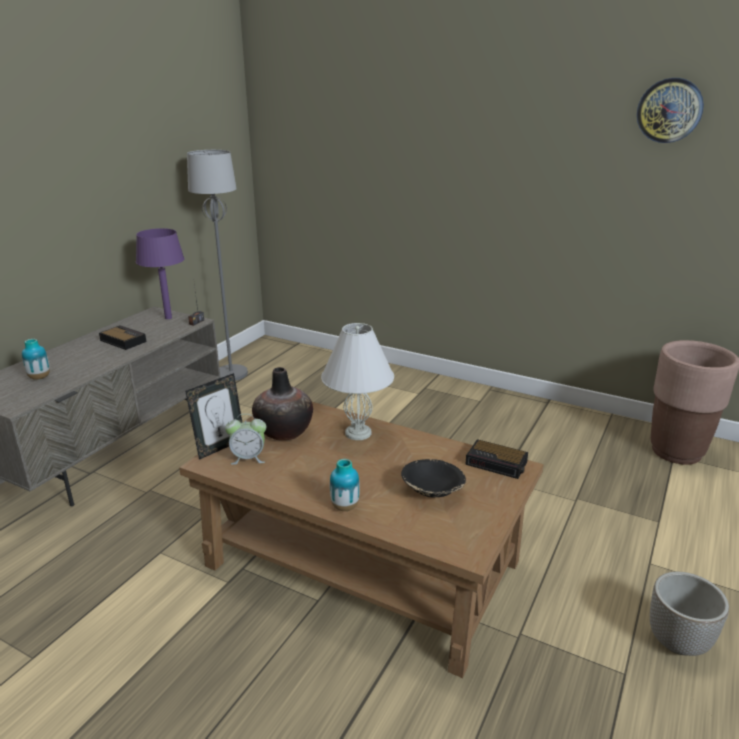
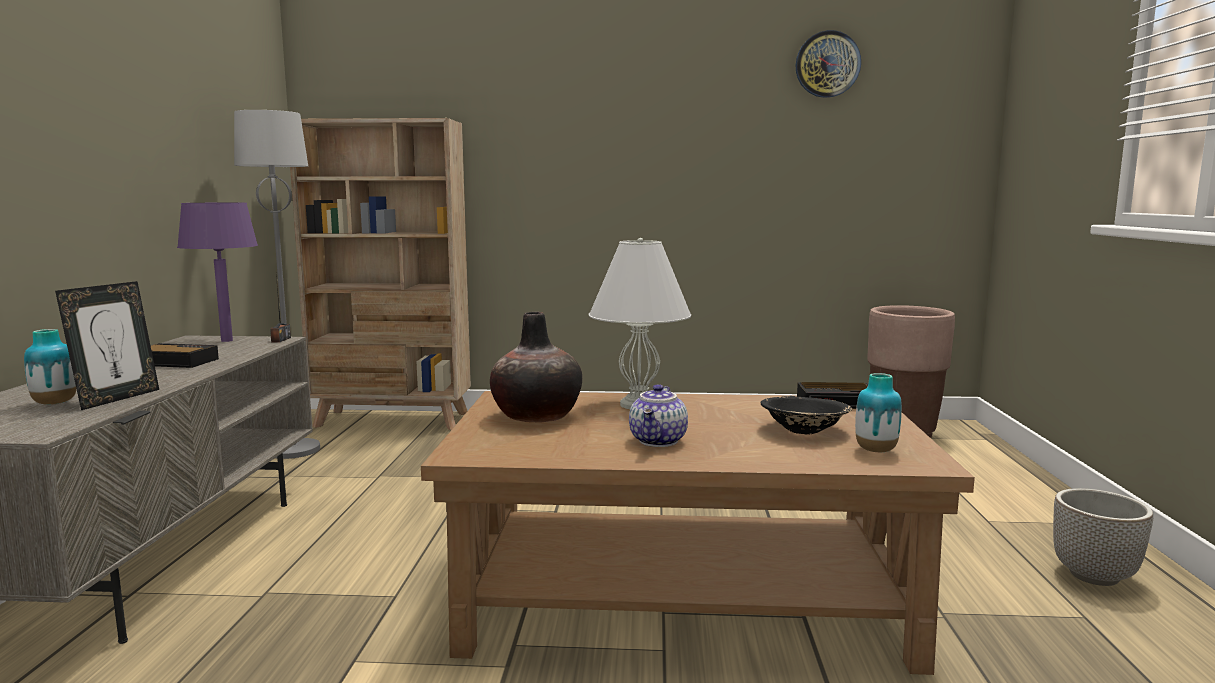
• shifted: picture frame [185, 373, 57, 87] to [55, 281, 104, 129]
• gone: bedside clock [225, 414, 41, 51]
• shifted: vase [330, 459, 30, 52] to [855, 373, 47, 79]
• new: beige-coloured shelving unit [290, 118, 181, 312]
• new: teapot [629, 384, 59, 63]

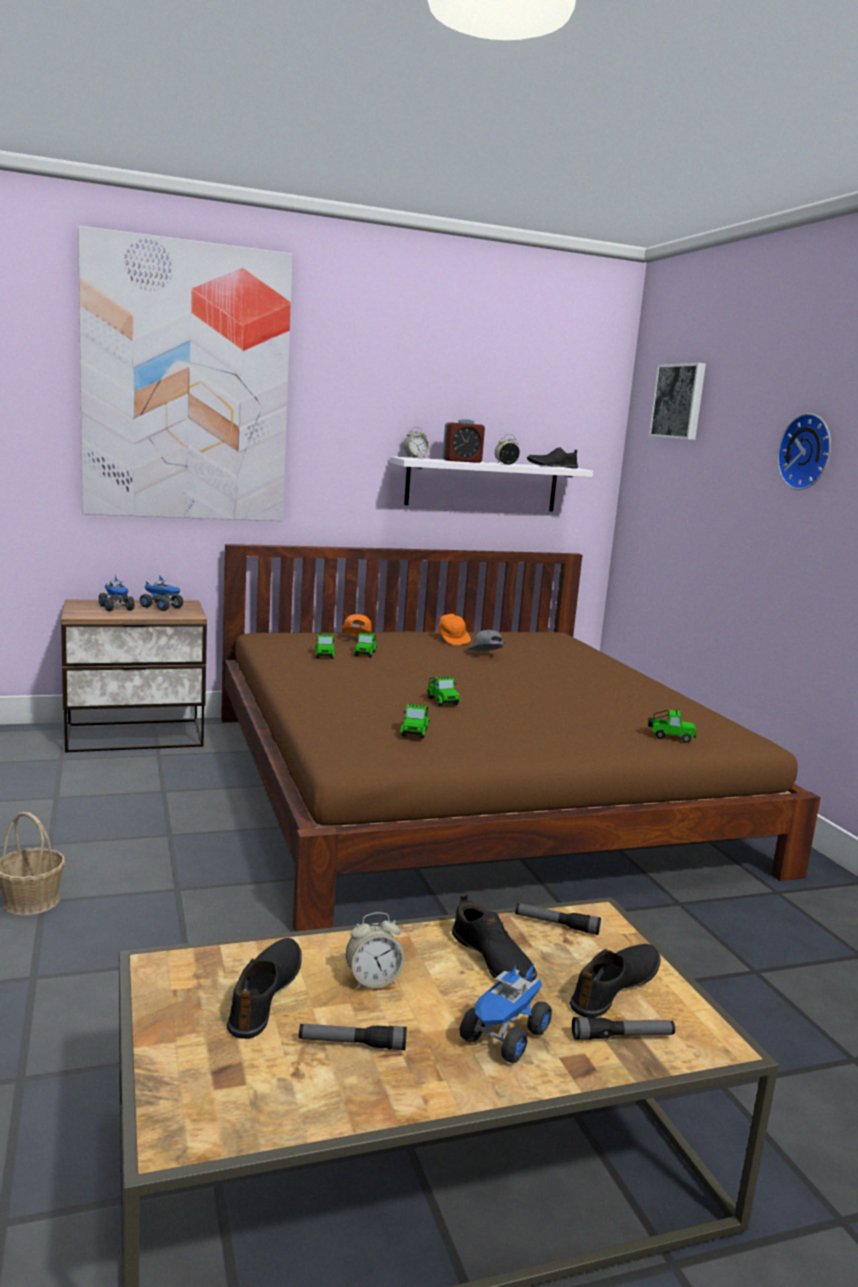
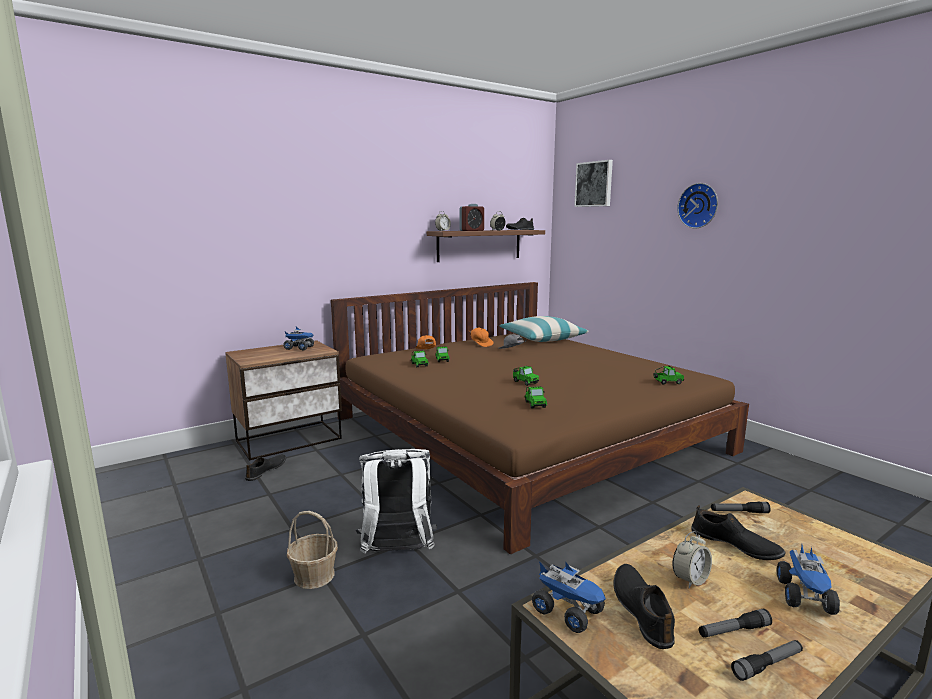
• gone: wall picture [78, 226, 215, 295]
• shifted: toy truck [99, 576, 36, 36] to [532, 561, 74, 72]
• repainted: whitish shelf [390, 456, 203, 56] to brownish shelf [427, 230, 118, 32]
• shifted: blackish shoe [570, 944, 91, 74] to [245, 454, 41, 27]
• shifted: flashlight [572, 1017, 103, 23] to [731, 640, 72, 41]
• new: whitish rucksack [356, 449, 81, 105]
• new: cushion [499, 316, 90, 26]

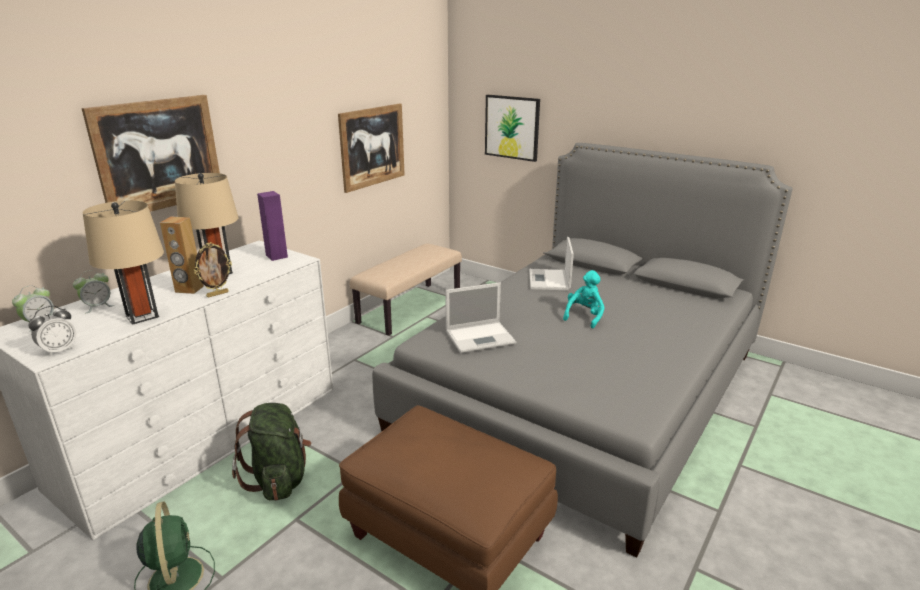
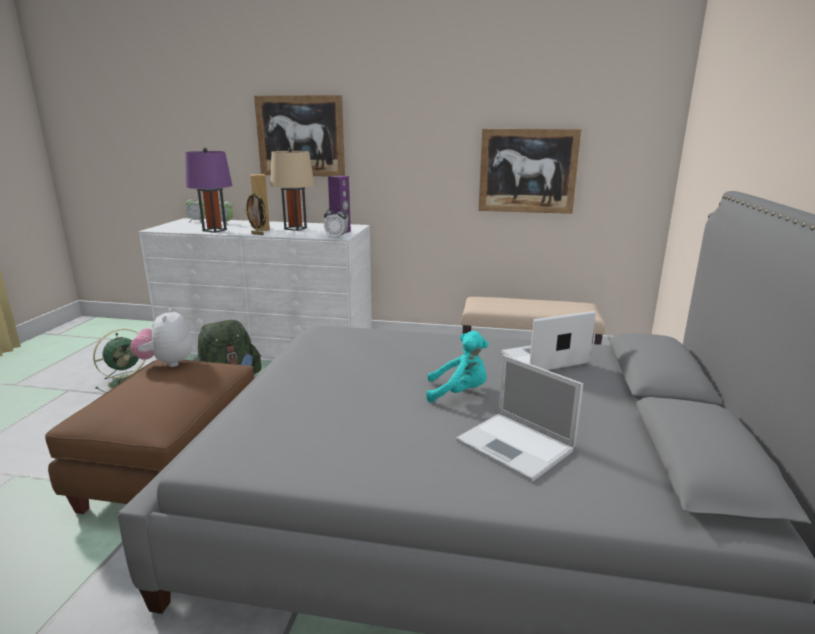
• shifted: bedside clock [28, 306, 49, 51] to [324, 206, 24, 32]
• repainted: beige-coloured tabletop lamp [82, 201, 82, 124] to purple tabletop lamp [185, 148, 48, 85]
• shifted: portable computer [445, 282, 71, 71] to [456, 355, 127, 127]
• gone: wall picture [485, 95, 55, 67]
• new: cuddly toy [130, 308, 62, 59]

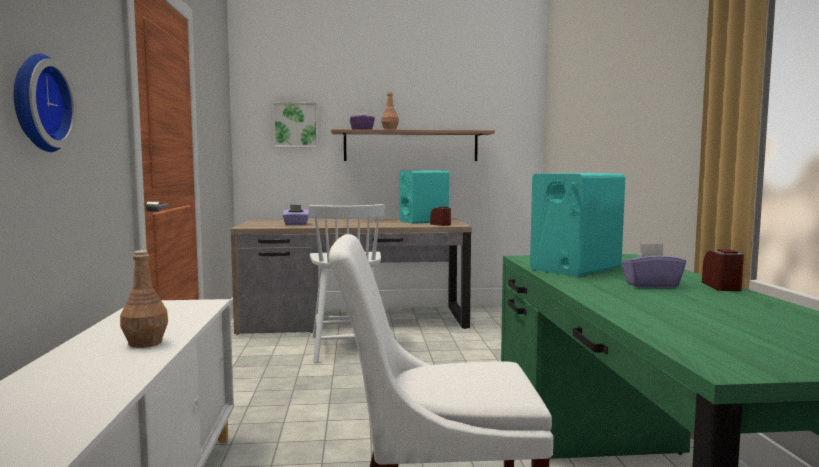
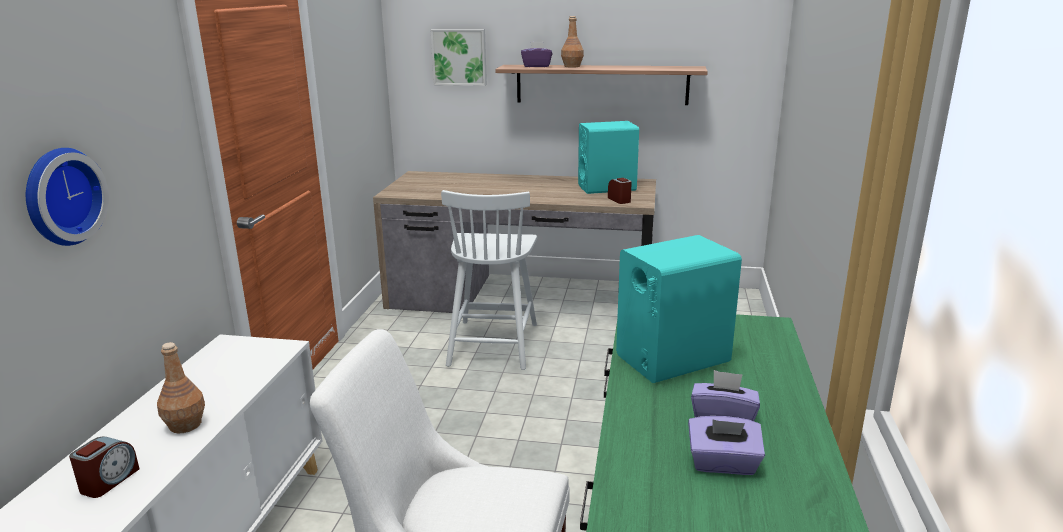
• shifted: purple box of tissues [282, 205, 27, 20] to [688, 416, 77, 59]
• shifted: bedside clock [702, 249, 42, 42] to [69, 436, 71, 62]

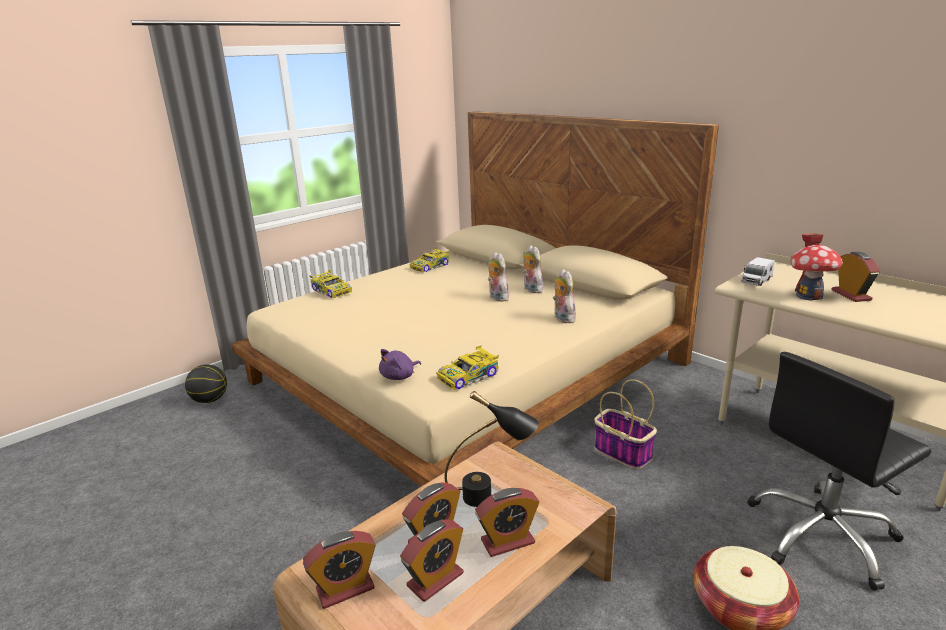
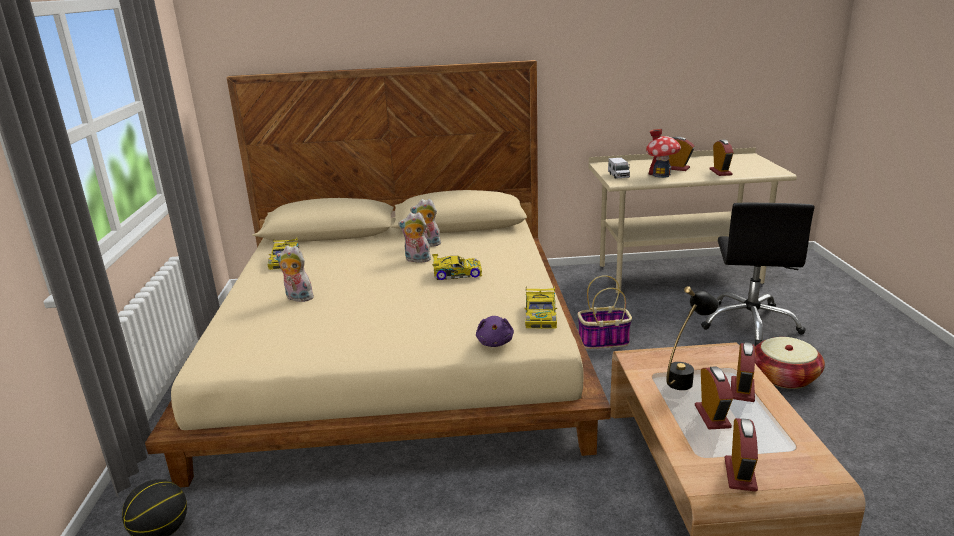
• shifted: model car [309, 270, 43, 28] to [432, 254, 50, 26]
• shifted: bedside clock [400, 520, 63, 82] to [710, 140, 24, 36]
• shifted: cuddly toy [553, 269, 23, 54] to [276, 245, 38, 57]

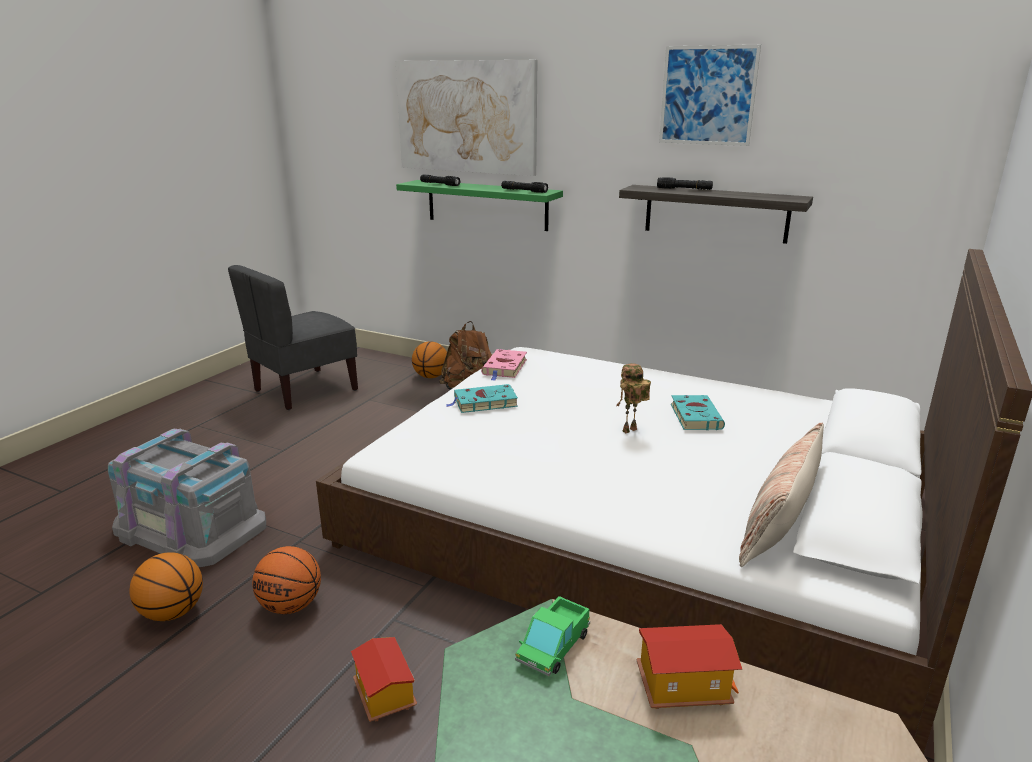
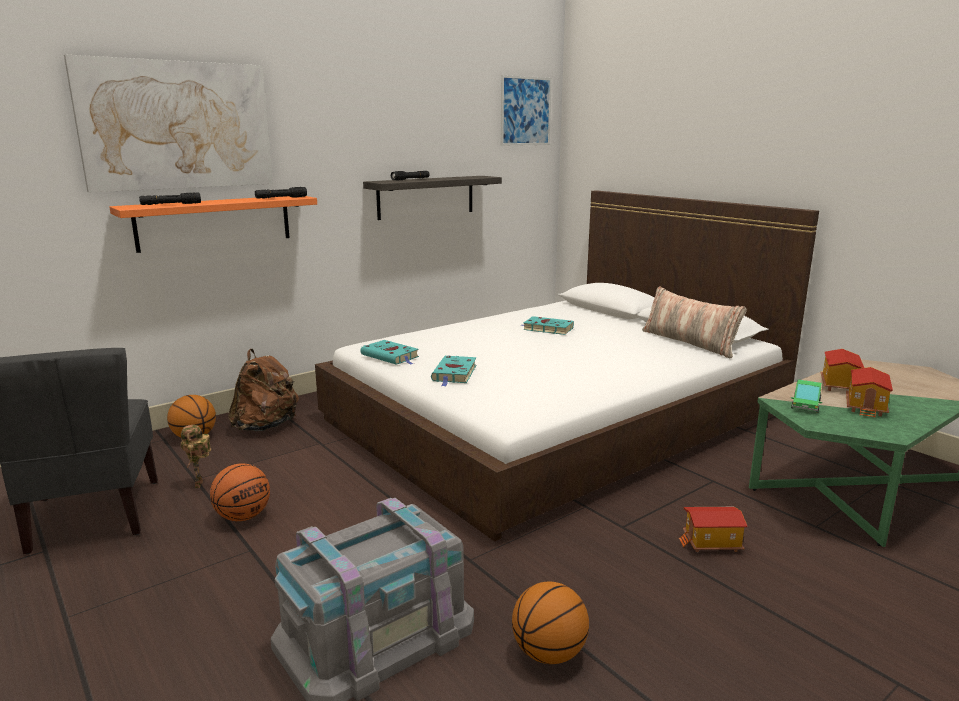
• shifted: ball for basketball [252, 546, 69, 68] to [210, 463, 60, 58]
• repainted: green-coloured shelf [396, 180, 167, 51] to orange-coloured shelf [109, 196, 208, 57]
• repainted: pinkish volume [481, 349, 46, 32] to turquoise volume [360, 340, 59, 25]
• rotated: toy truck [515, 596, 75, 81] = [791, 380, 31, 33] 60 degrees clockwise
• shifted: toy robot [616, 363, 35, 70] to [180, 425, 31, 63]
• shifted: wall picture [659, 45, 102, 101] to [501, 75, 51, 71]
• new: model house [846, 367, 47, 51]

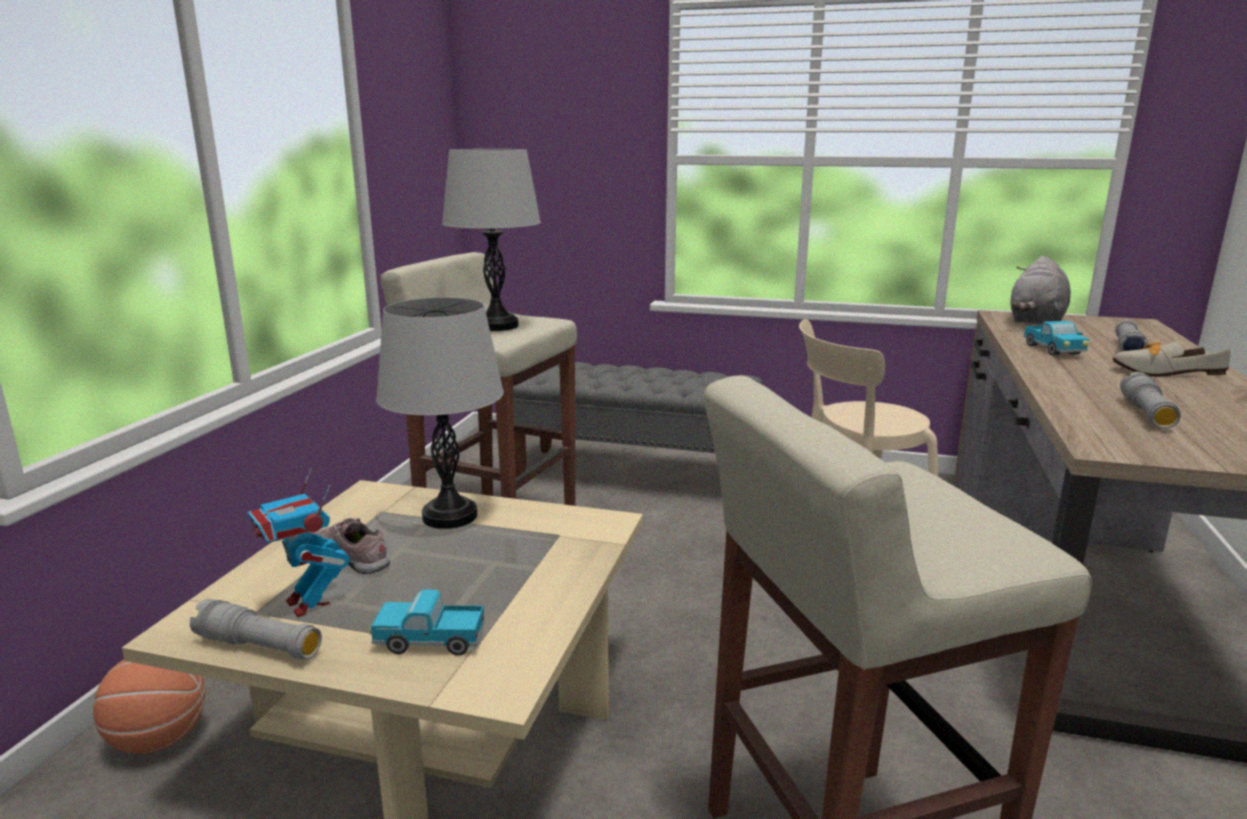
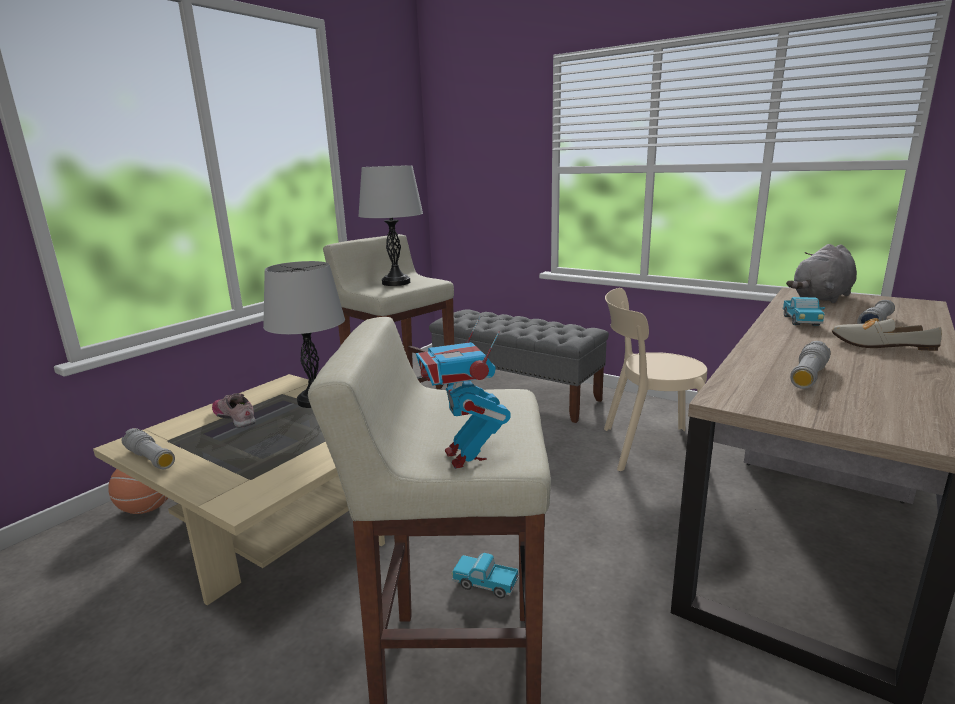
• shifted: toy robot [248, 468, 102, 149] to [416, 316, 95, 153]
• shifted: toy truck [369, 590, 116, 66] to [451, 553, 68, 45]

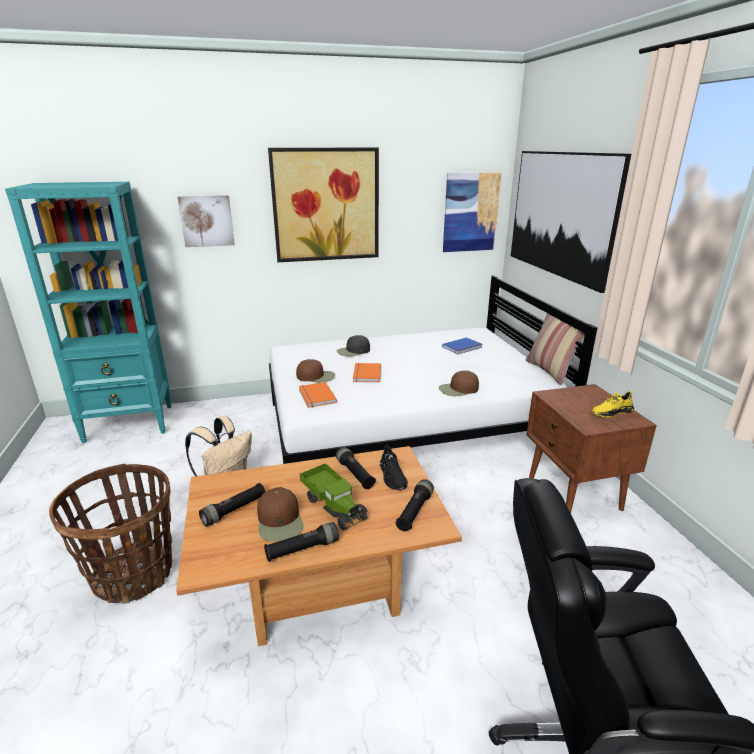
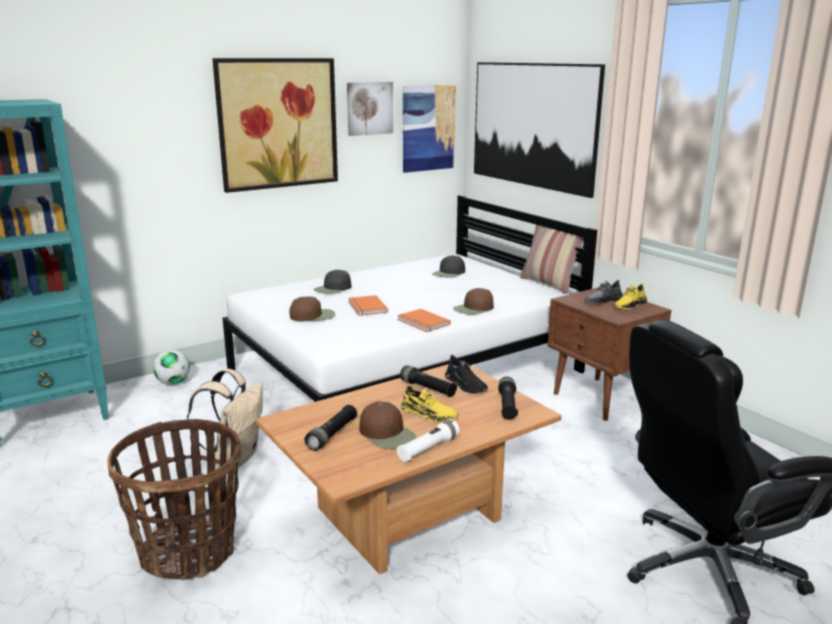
• shifted: wall picture [178, 195, 57, 52] to [347, 82, 46, 54]
• repainted: blackish flashlight [264, 522, 75, 40] to whitish flashlight [397, 419, 63, 43]
• shifted: orange-coloured volume [299, 382, 38, 26] to [397, 309, 54, 23]
• swapped: toy truck [300, 463, 67, 68] to yellow-coloured shoe [401, 384, 58, 39]
• swapped: blue-coloured volume [442, 338, 41, 16] to blackish peaked cap [432, 255, 33, 23]
• new: ball for football [153, 350, 37, 35]
• new: gray shoe [585, 280, 38, 24]

